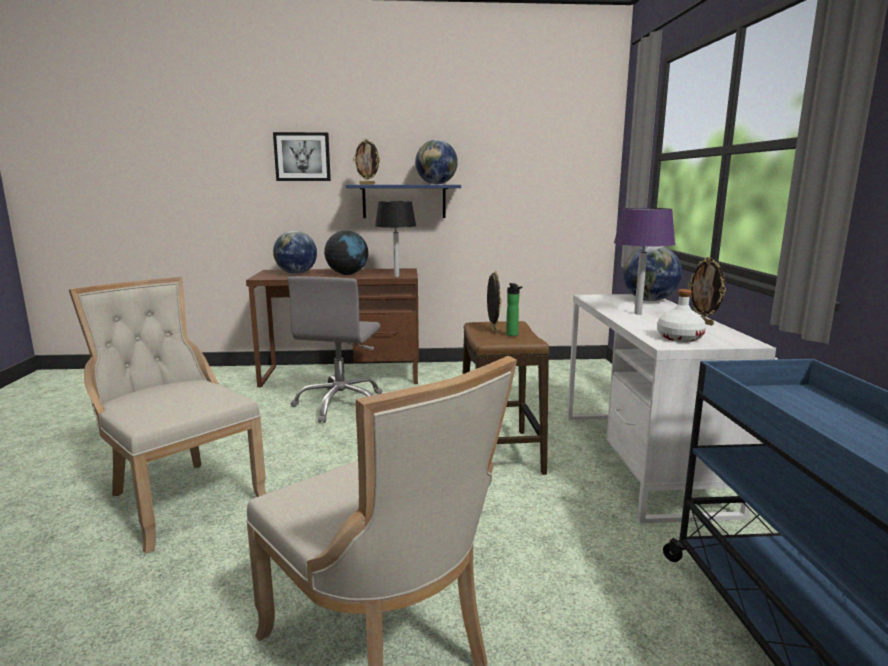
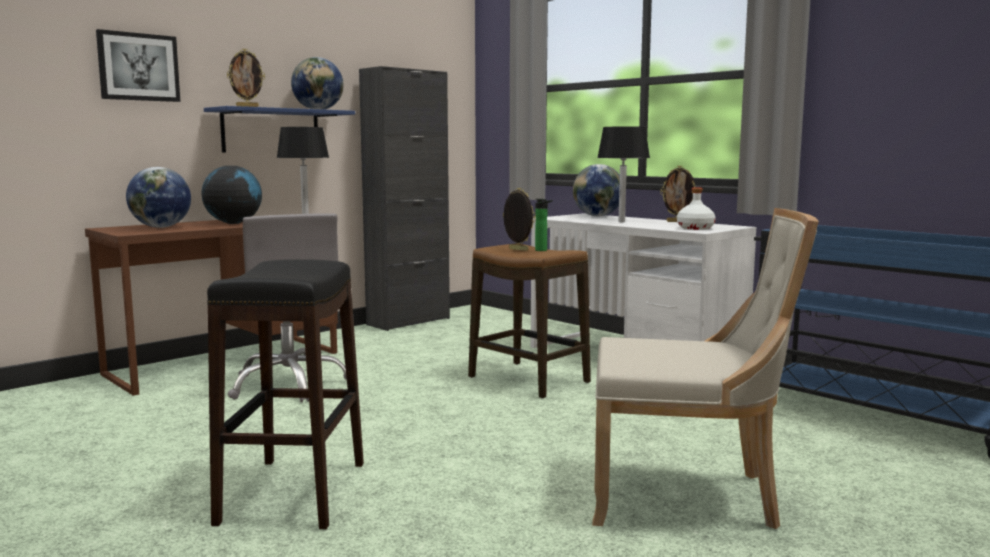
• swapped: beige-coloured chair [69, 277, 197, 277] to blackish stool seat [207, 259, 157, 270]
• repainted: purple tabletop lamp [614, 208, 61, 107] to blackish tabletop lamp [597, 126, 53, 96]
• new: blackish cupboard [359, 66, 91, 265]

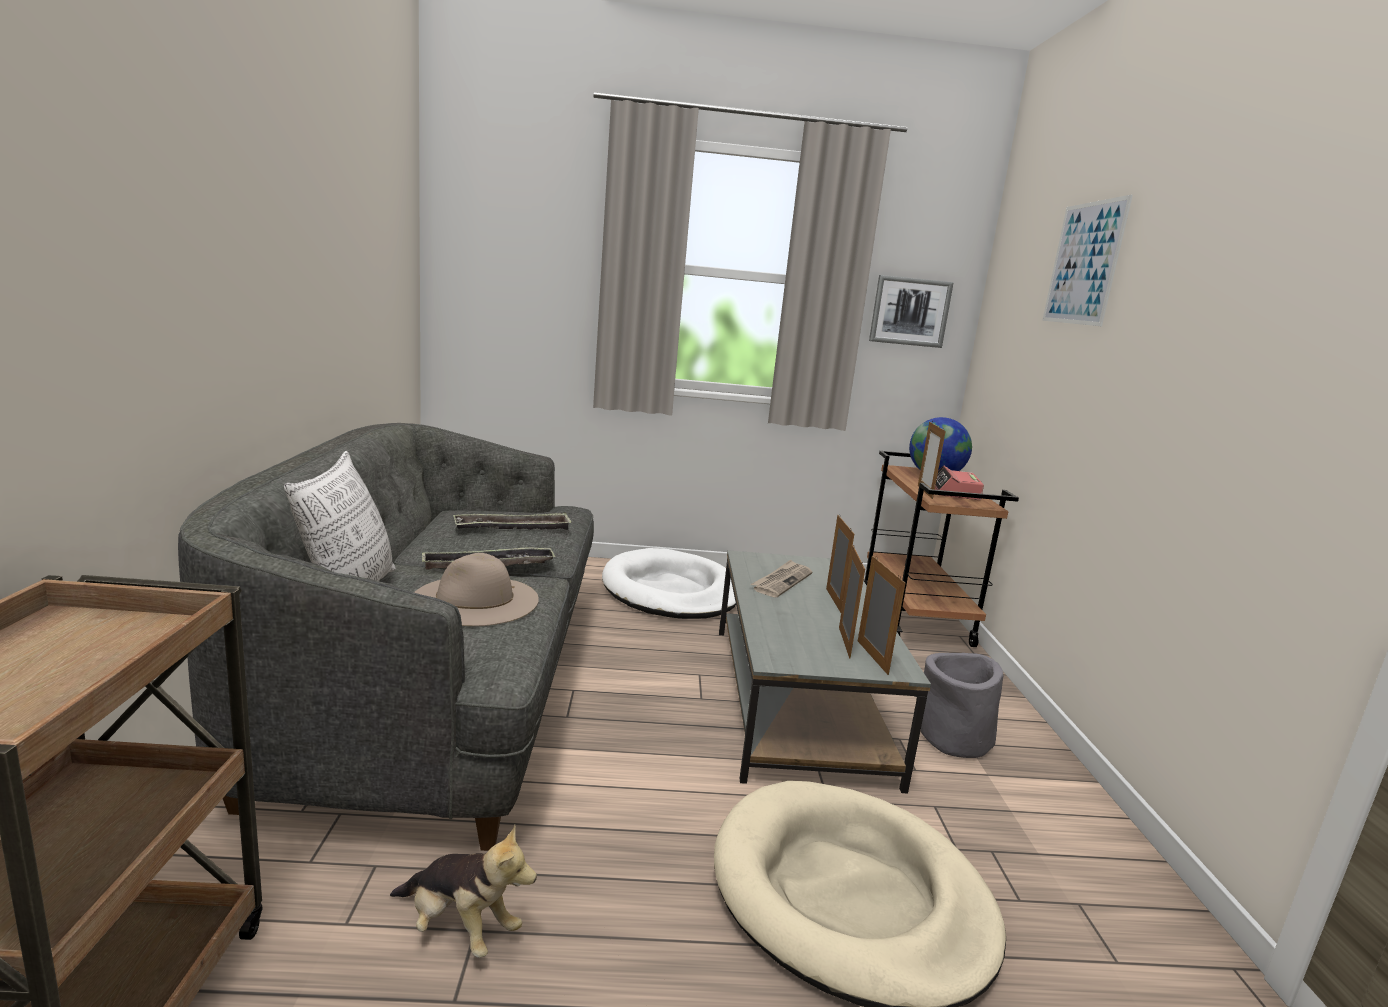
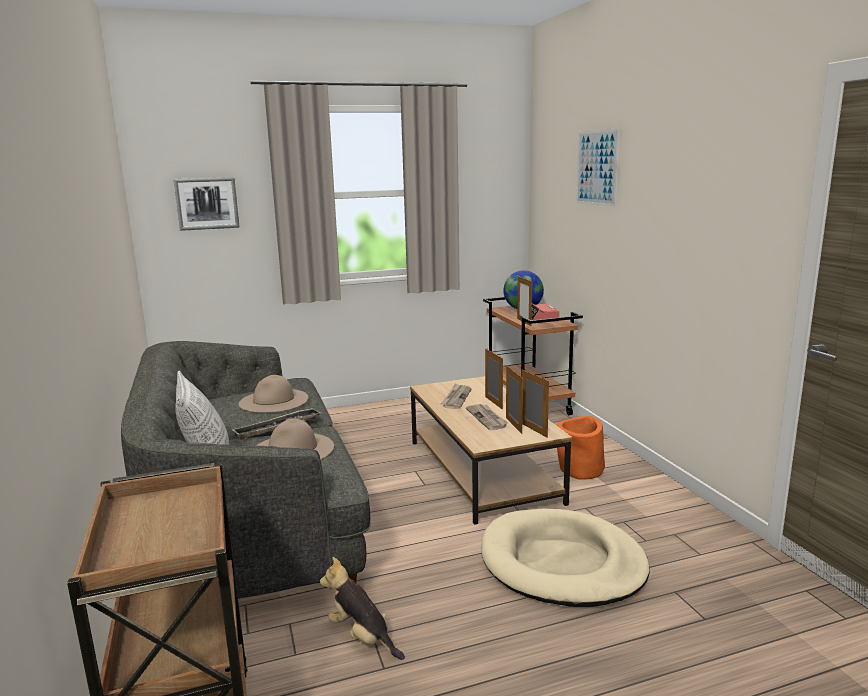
• rotated: cuddly toy [390, 825, 147, 133] = [320, 557, 85, 103] 150 degrees counterclockwise
• swapped: serving tray [453, 512, 119, 18] to beige-coloured clothing hat [239, 375, 70, 38]
• gone: whitish dog bed [602, 548, 134, 71]
• repainted: gray low table [719, 550, 212, 244] to brownish low table [410, 376, 162, 149]
• shifted: wall picture [869, 275, 85, 73] to [173, 177, 67, 54]
• repainted: gray plant pot [921, 653, 82, 105] to orange-coloured plant pot [557, 416, 48, 64]
• new: daily paper [466, 404, 42, 26]

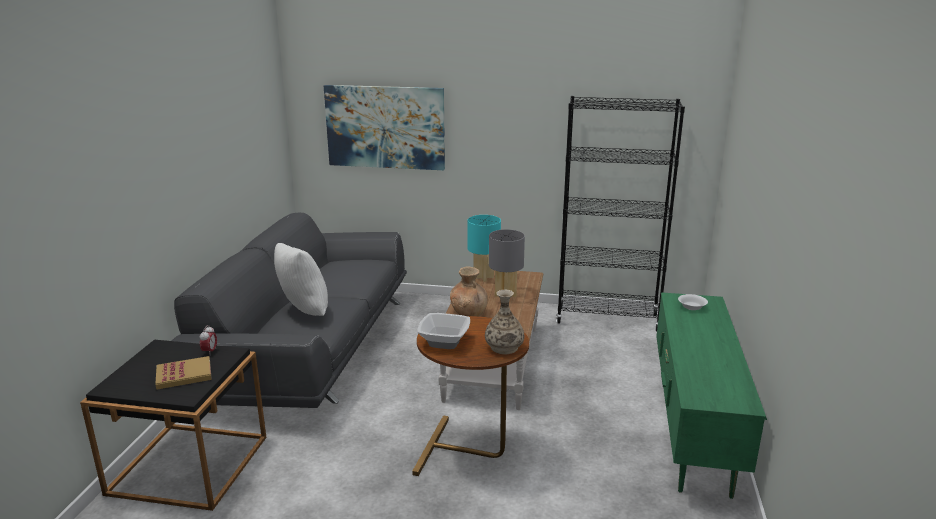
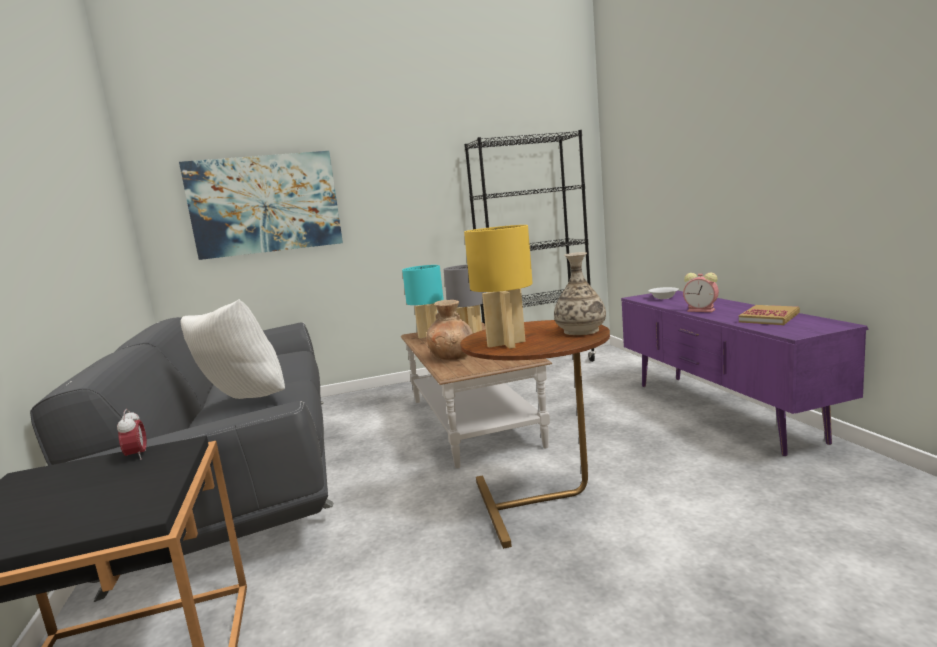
• shifted: volume [155, 356, 57, 33] to [739, 305, 61, 20]
• swapped: bowl [418, 313, 52, 36] to yellow-coloured tabletop lamp [464, 225, 69, 124]
• repainted: green-coloured tv stand [656, 292, 111, 207] to purple tv stand [621, 291, 248, 165]
• new: bedside clock [683, 273, 36, 39]

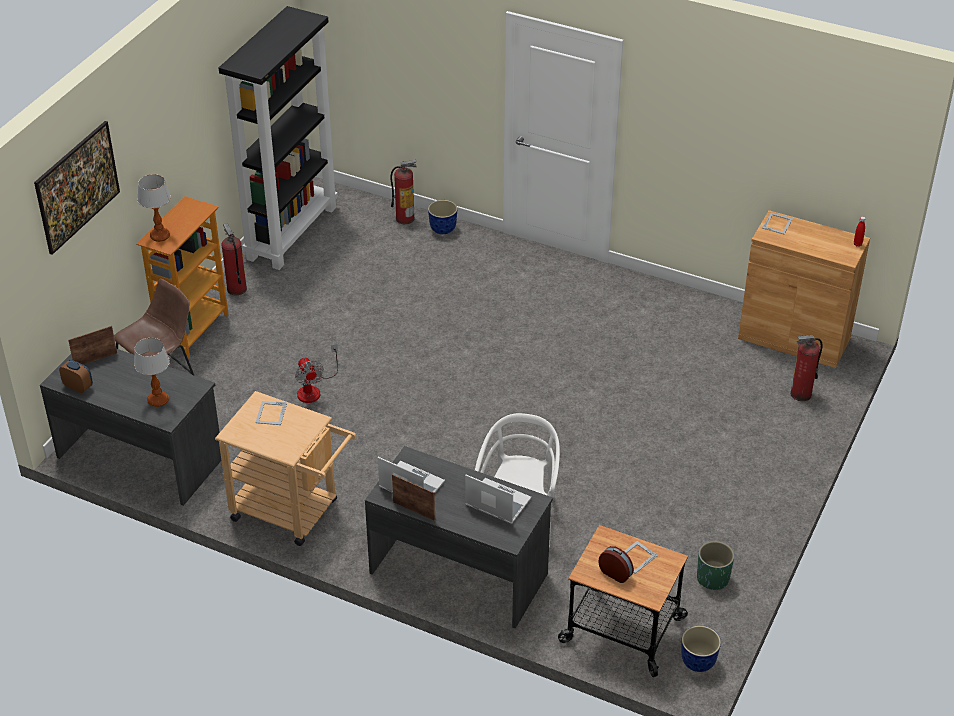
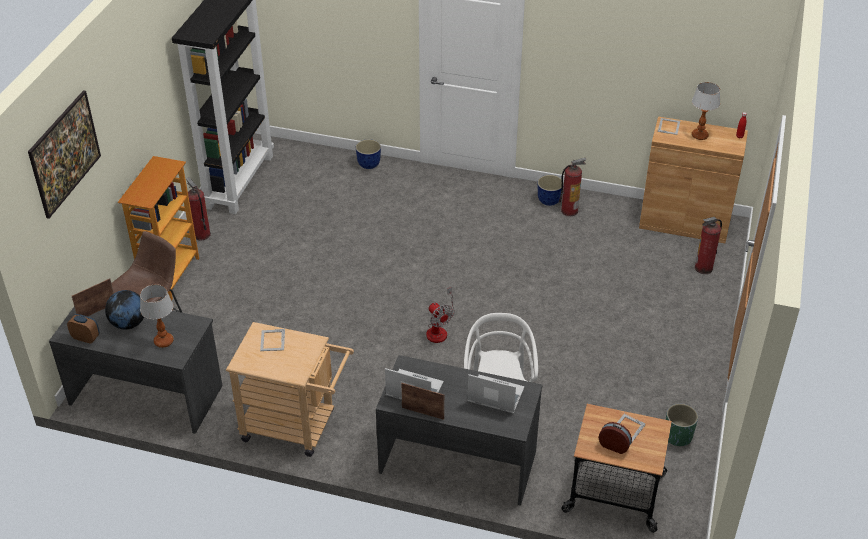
• shifted: tabletop lamp [138, 174, 33, 68] to [692, 82, 28, 58]
• shifted: electric fan [295, 344, 43, 59] to [426, 287, 29, 56]
• shifted: fire-fighting cylinder [390, 160, 27, 64] to [559, 158, 27, 58]
• shifted: plant pot [681, 626, 40, 46] to [538, 175, 26, 31]
• new: world globe [105, 290, 39, 40]

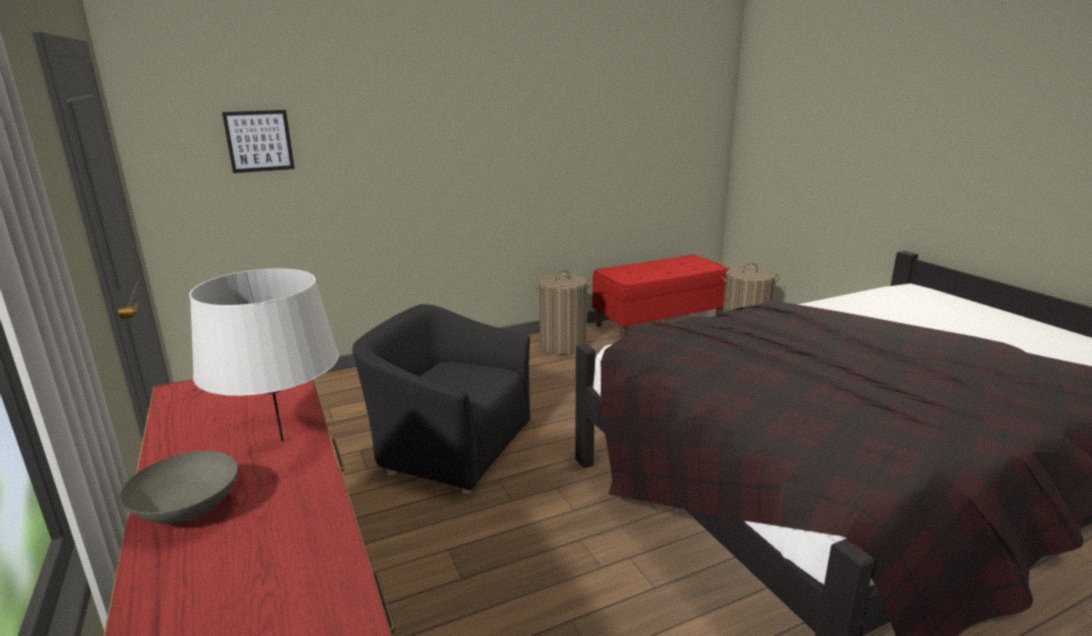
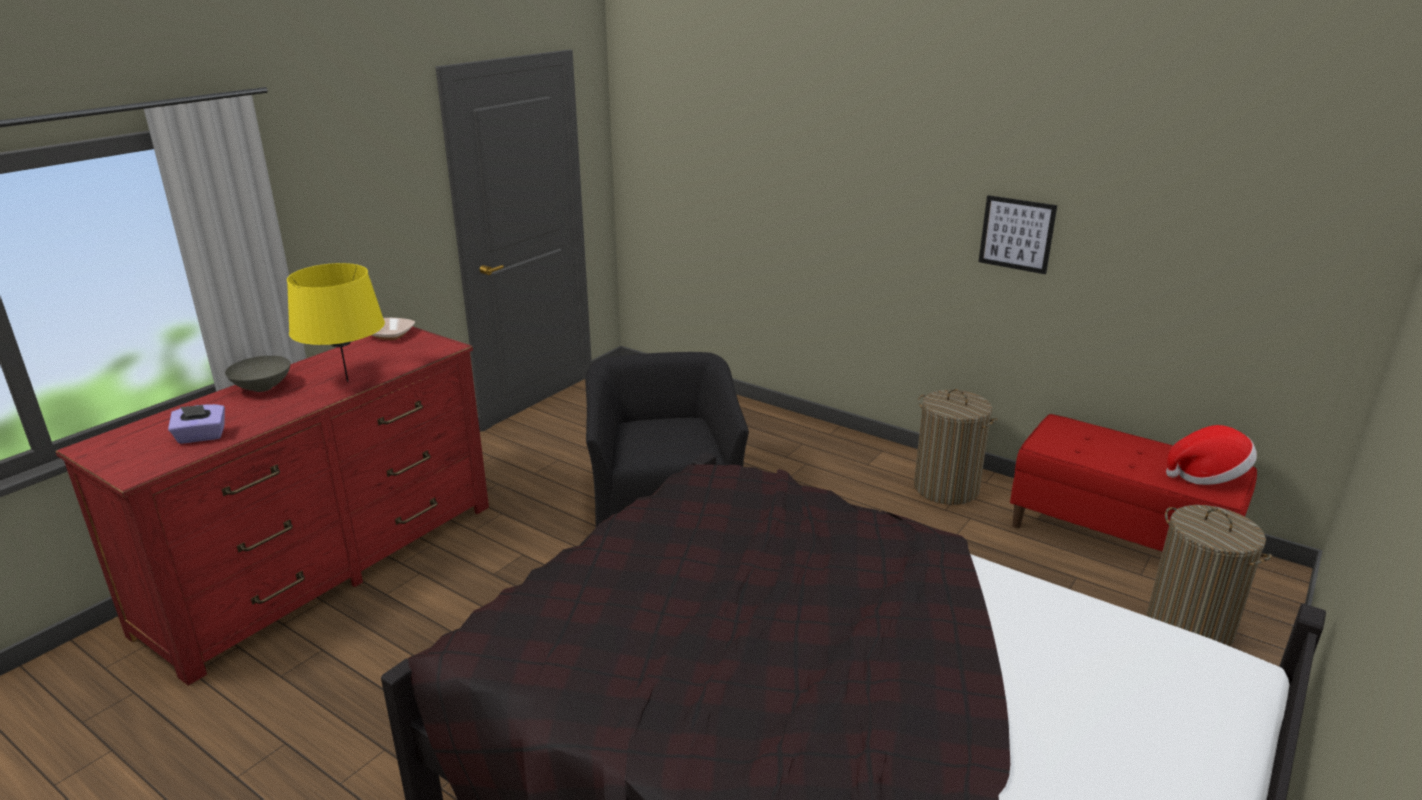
• repainted: gray tabletop lamp [189, 269, 150, 173] to yellow-coloured tabletop lamp [287, 263, 98, 119]
• shifted: wall picture [222, 110, 73, 63] to [979, 195, 78, 79]
• new: purple box of tissues [168, 404, 57, 40]
• new: bowl [372, 318, 43, 22]
• new: clothing hat [1166, 425, 91, 60]

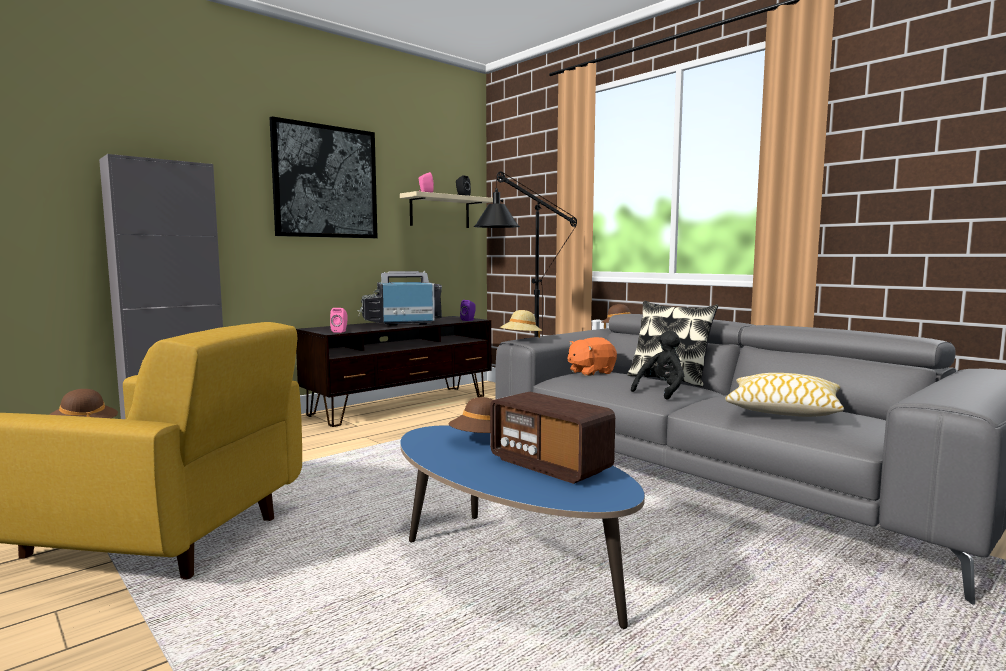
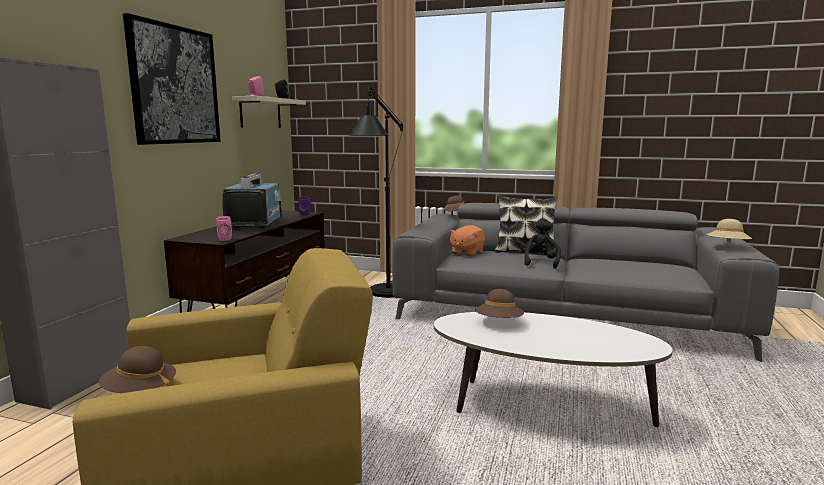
• rotated: television [357, 271, 85, 55] = [222, 173, 60, 55] 135 degrees clockwise
• repainted: blue-coloured low table [400, 425, 245, 204] to whitish low table [434, 312, 239, 115]
• gone: radio receiver [490, 392, 125, 92]
• shifted: beige-coloured clothing hat [500, 310, 42, 28] to [707, 219, 45, 24]
• gone: cushion [725, 373, 119, 44]

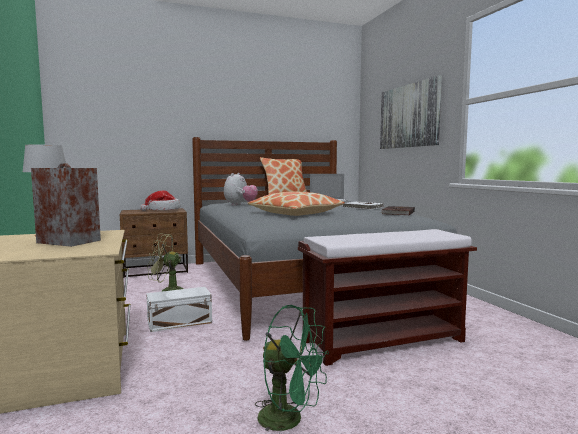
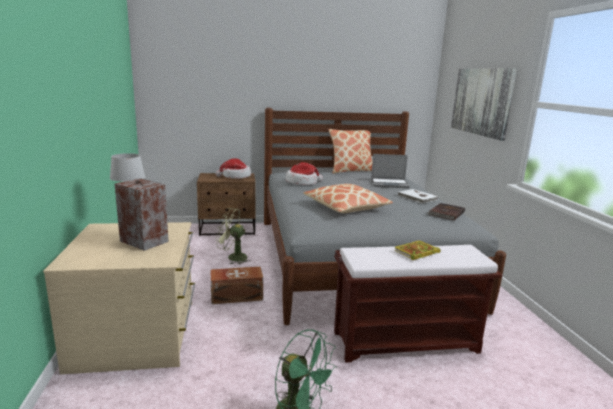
• repainted: whitish storage bin [146, 287, 66, 45] to brownish storage bin [210, 267, 53, 37]
• swapped: cuddly toy [224, 173, 34, 33] to clothing hat [286, 162, 37, 23]
• new: volume [394, 240, 47, 20]

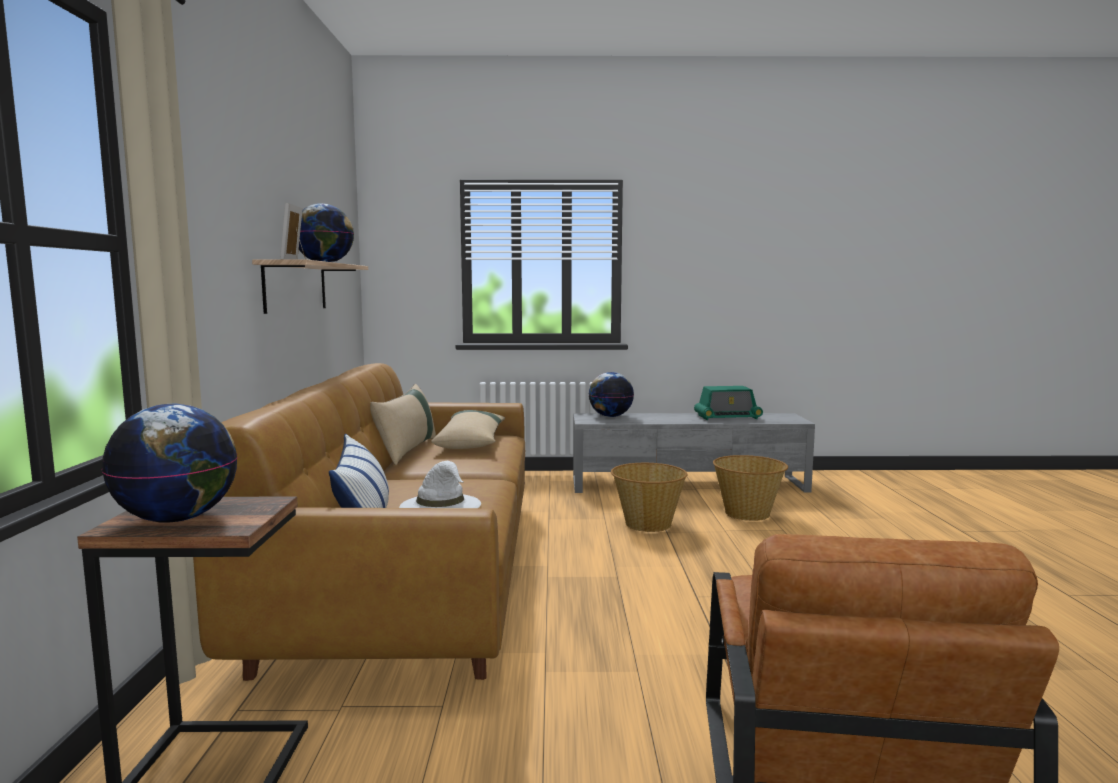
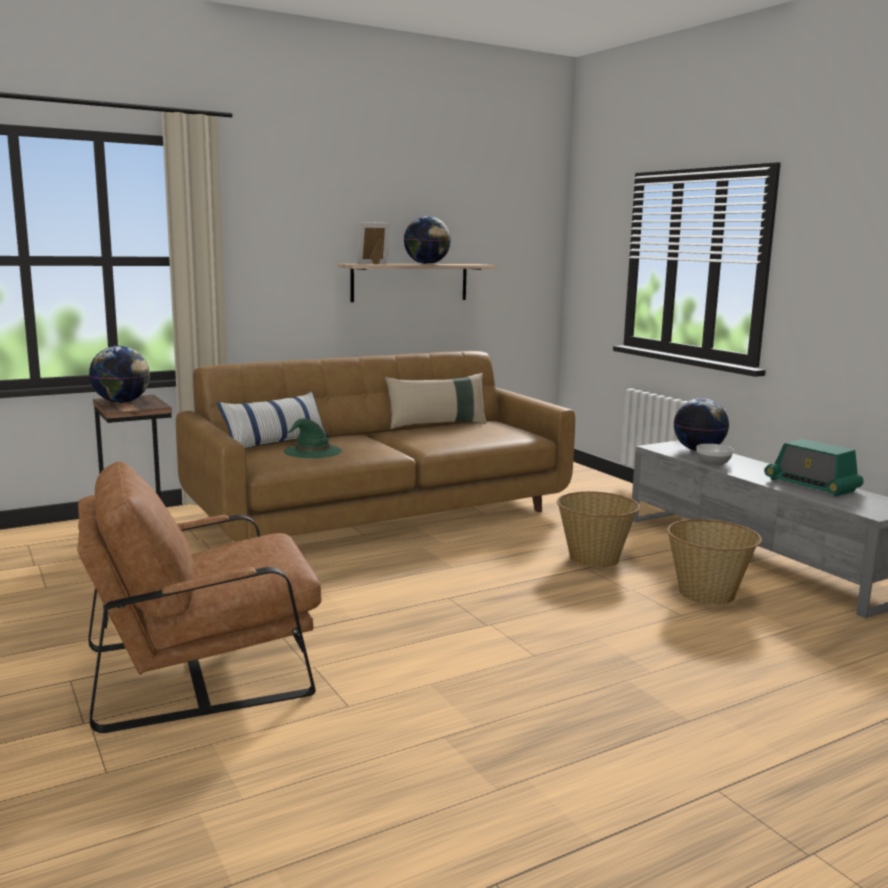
• repainted: whitish clothing hat [399, 461, 82, 47] to green-coloured clothing hat [284, 418, 58, 40]
• gone: beige-coloured cushion [431, 410, 74, 39]
• new: bowl [696, 444, 37, 22]

